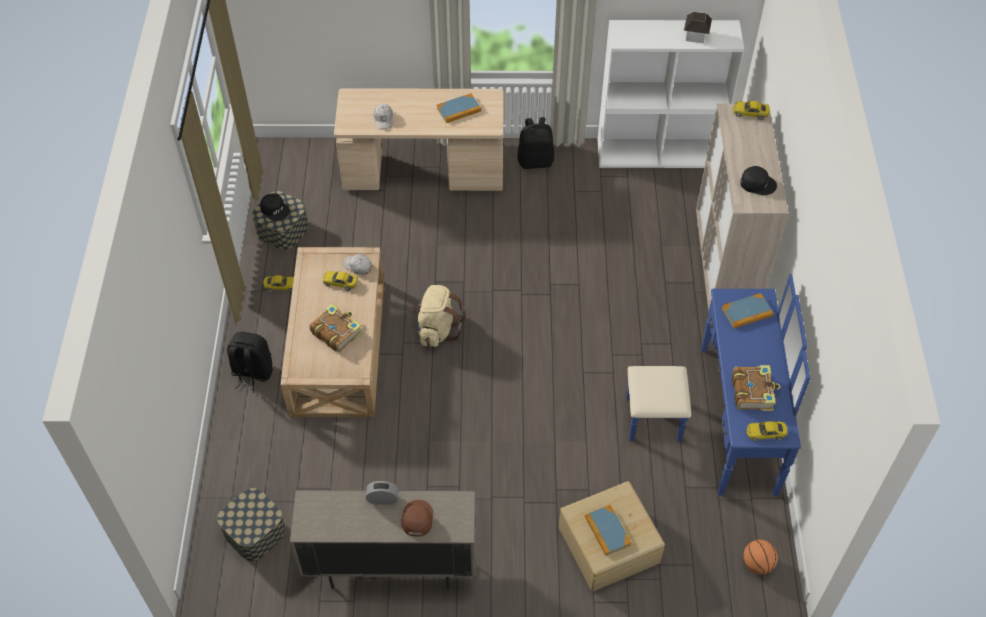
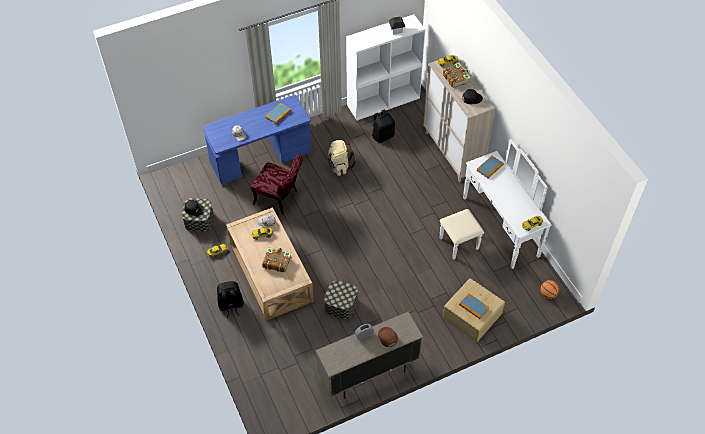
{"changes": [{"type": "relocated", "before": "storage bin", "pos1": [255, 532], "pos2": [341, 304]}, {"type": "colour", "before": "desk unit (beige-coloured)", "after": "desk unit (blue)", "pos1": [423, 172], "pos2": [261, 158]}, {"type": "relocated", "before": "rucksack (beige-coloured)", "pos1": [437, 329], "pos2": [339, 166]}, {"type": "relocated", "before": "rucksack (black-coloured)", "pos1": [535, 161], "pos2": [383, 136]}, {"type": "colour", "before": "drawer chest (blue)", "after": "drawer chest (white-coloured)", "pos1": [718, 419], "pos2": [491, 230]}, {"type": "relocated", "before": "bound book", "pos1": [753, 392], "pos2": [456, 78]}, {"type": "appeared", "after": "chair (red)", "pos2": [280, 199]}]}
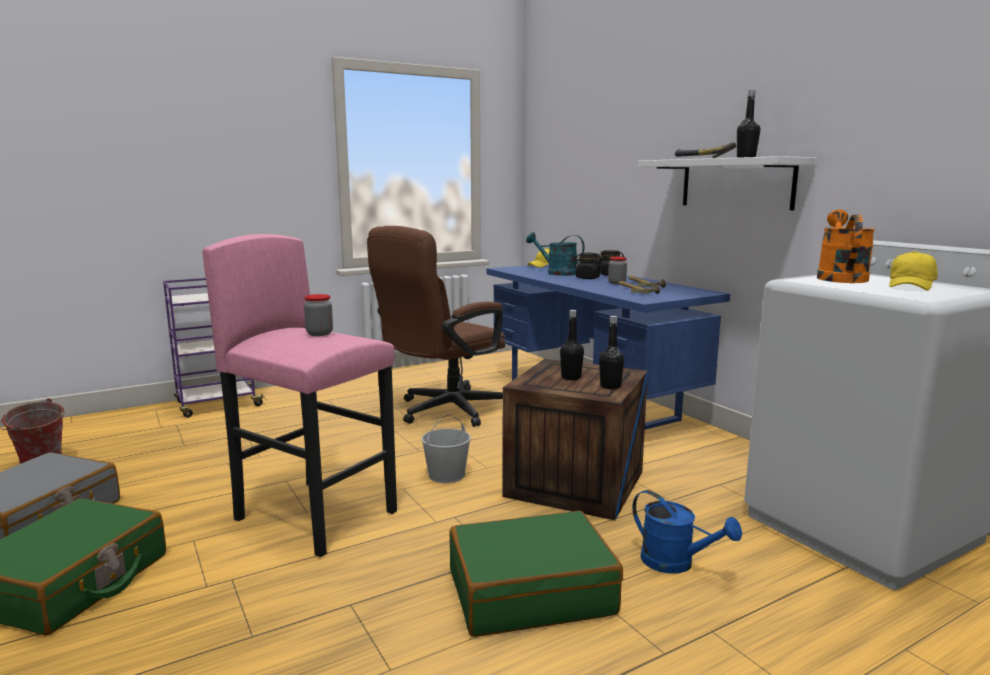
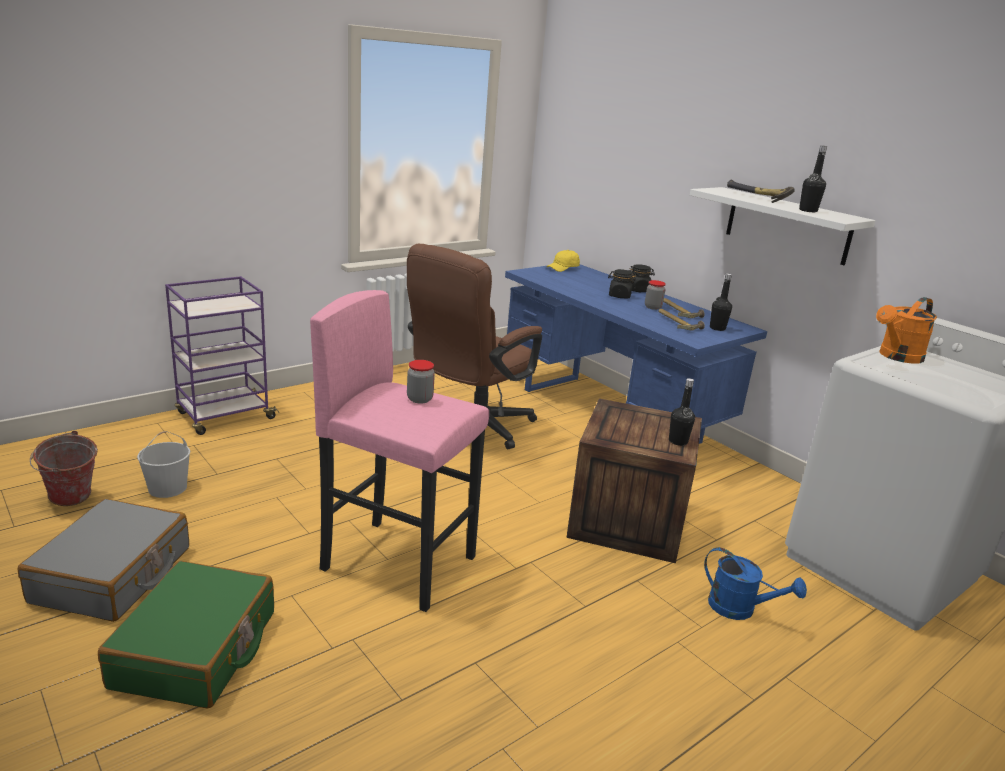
{"changes": [{"type": "relocated", "before": "pail (white-coloured)", "pos1": [447, 474], "pos2": [168, 487]}, {"type": "missing", "before": "suitcase (green-coloured)", "pos1": [530, 591]}, {"type": "missing", "before": "sprinkling can (turquoise)", "pos1": [556, 273]}, {"type": "relocated", "before": "beverage bottle (black-coloured)", "pos1": [571, 377], "pos2": [717, 328]}, {"type": "spun", "before": "sprinkling can (orangey)", "pos1": [839, 277], "pos2": [897, 357], "turn": -135}, {"type": "missing", "before": "cap (yellow-coloured)", "pos1": [911, 285]}]}
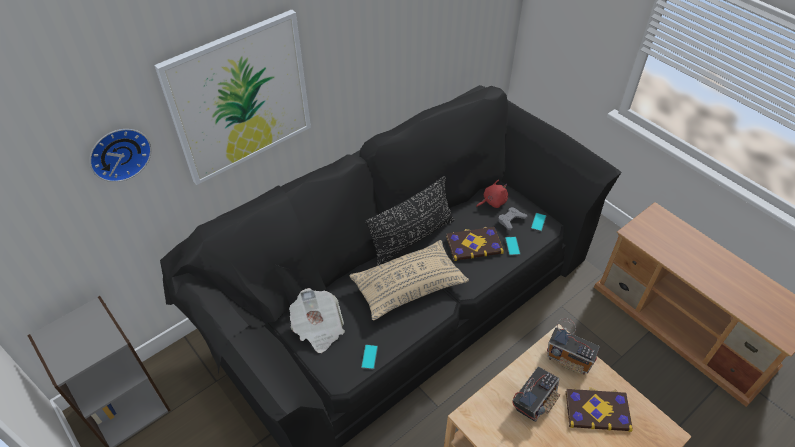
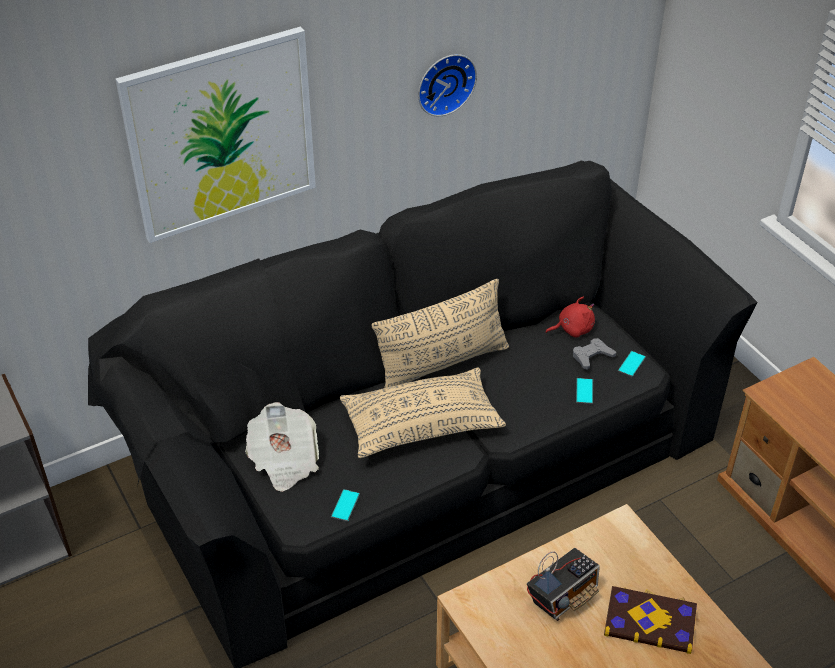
{"changes": [{"type": "relocated", "before": "hanging clock", "pos1": [119, 153], "pos2": [444, 82]}, {"type": "colour", "before": "pillow (black-coloured)", "after": "pillow (beige-coloured)", "pos1": [412, 238], "pos2": [442, 364]}, {"type": "missing", "before": "bound book", "pos1": [474, 244]}, {"type": "missing", "before": "radio receiver", "pos1": [569, 359]}]}
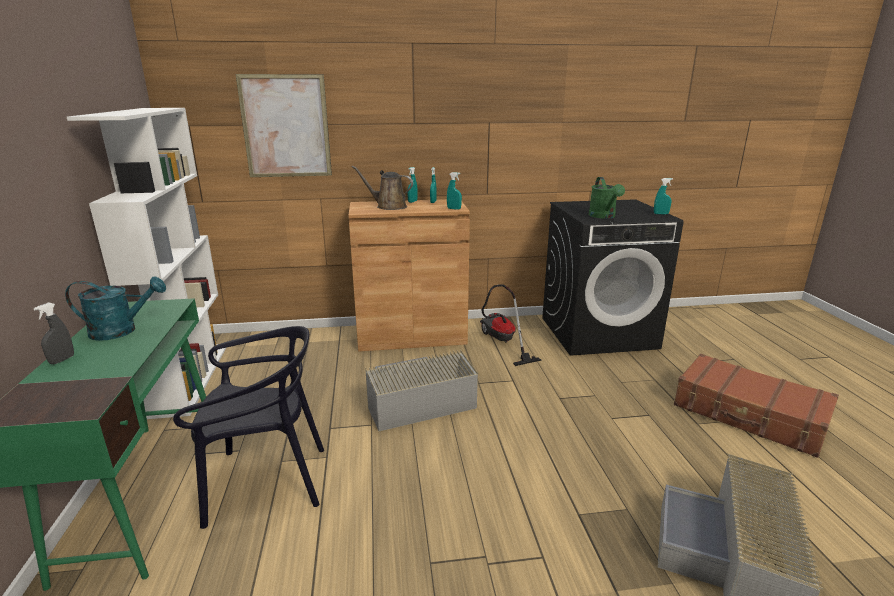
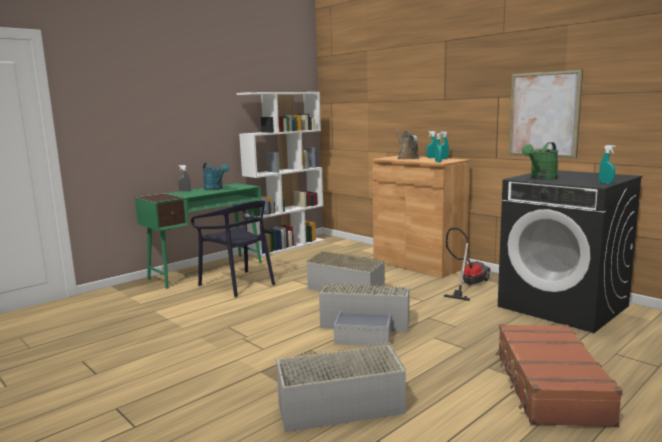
{"changes": [{"type": "relocated", "before": "wall art", "pos1": [286, 126], "pos2": [543, 114]}, {"type": "appeared", "after": "storage bin (greyish)", "pos2": [366, 327]}]}
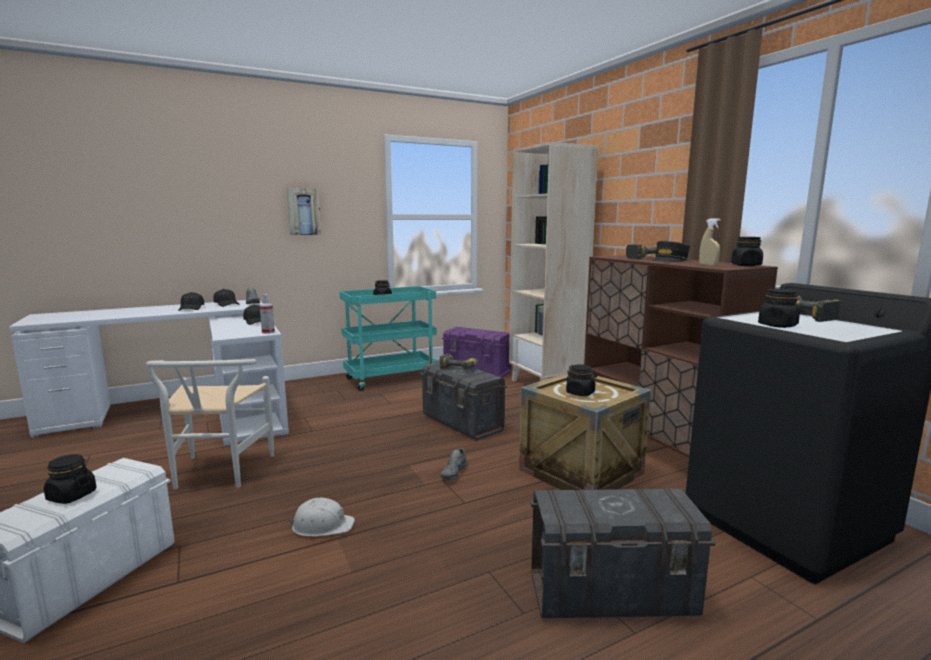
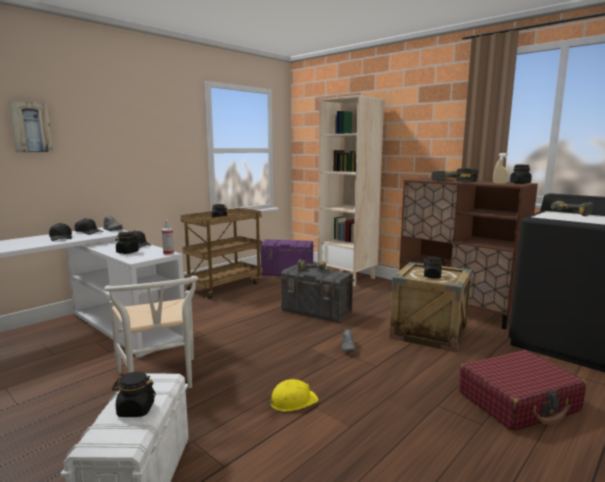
{"changes": [{"type": "relocated", "before": "wall art", "pos1": [304, 212], "pos2": [31, 127]}, {"type": "colour", "before": "work helmet (white-coloured)", "after": "work helmet (yellow-coloured)", "pos1": [322, 525], "pos2": [292, 401]}, {"type": "colour", "before": "trolley (turquoise)", "after": "trolley (brownish)", "pos1": [390, 378], "pos2": [225, 286]}, {"type": "exchanged", "before": "storage bin (greyish)", "after": "suitcase (red)", "pos1": [612, 595], "pos2": [518, 402]}, {"type": "relocated", "before": "preserve jar (black-coloured)", "pos1": [777, 325], "pos2": [127, 252]}]}
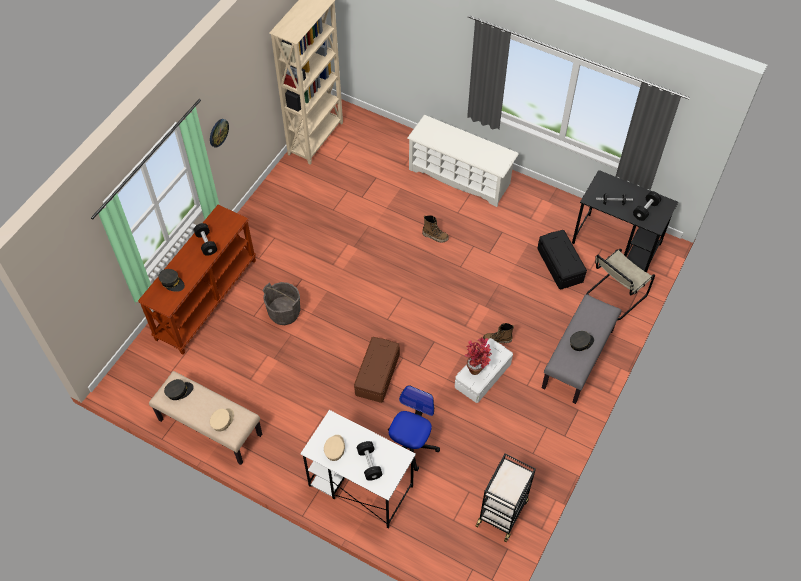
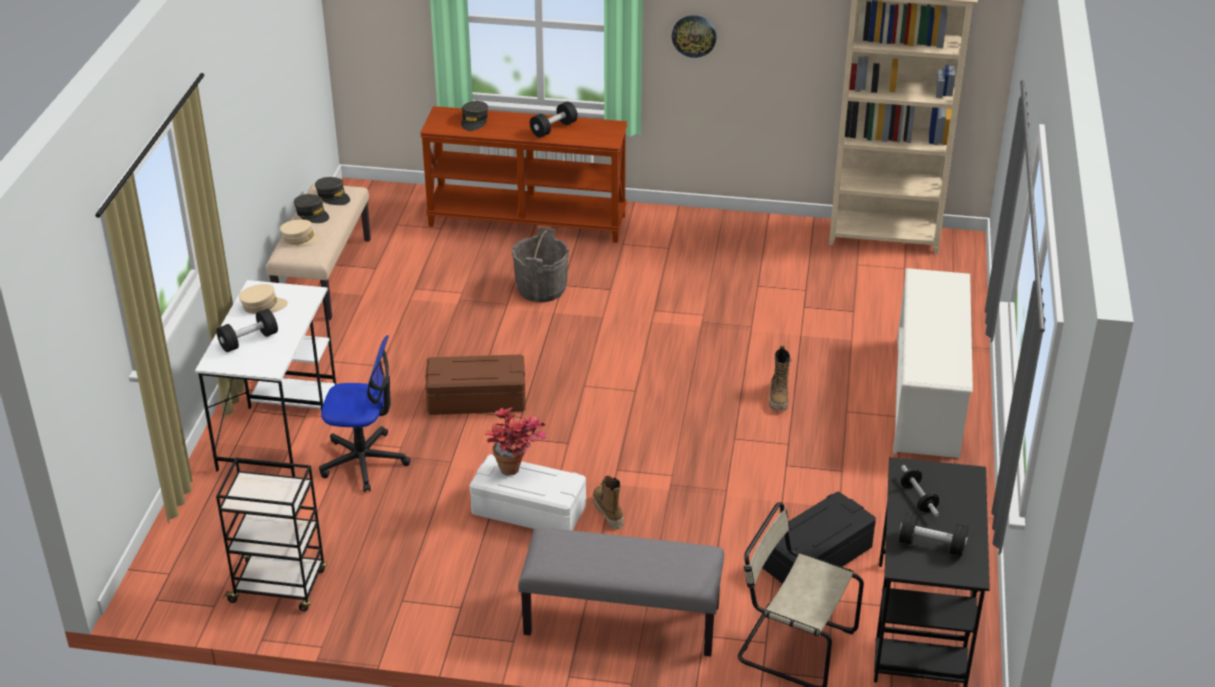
{"changes": [{"type": "relocated", "before": "cap (greyish)", "pos1": [581, 343], "pos2": [312, 214]}]}
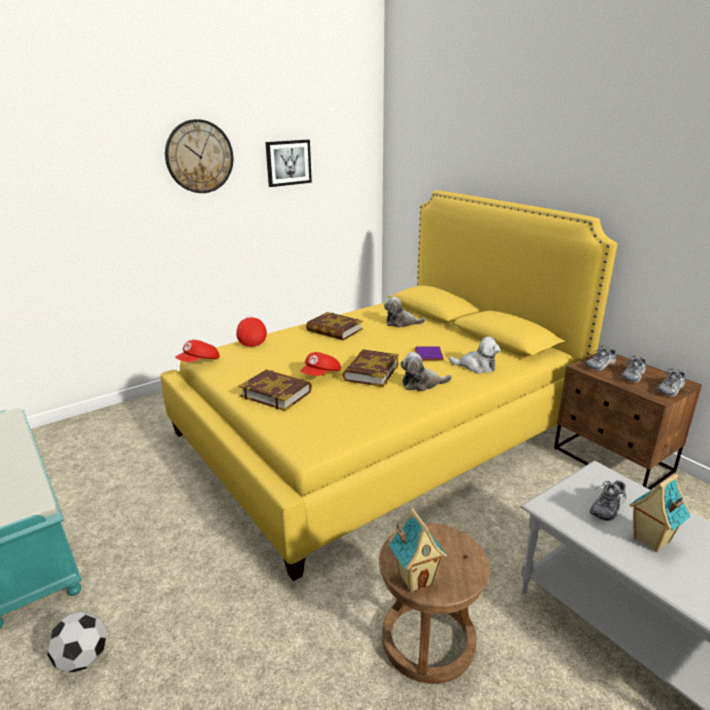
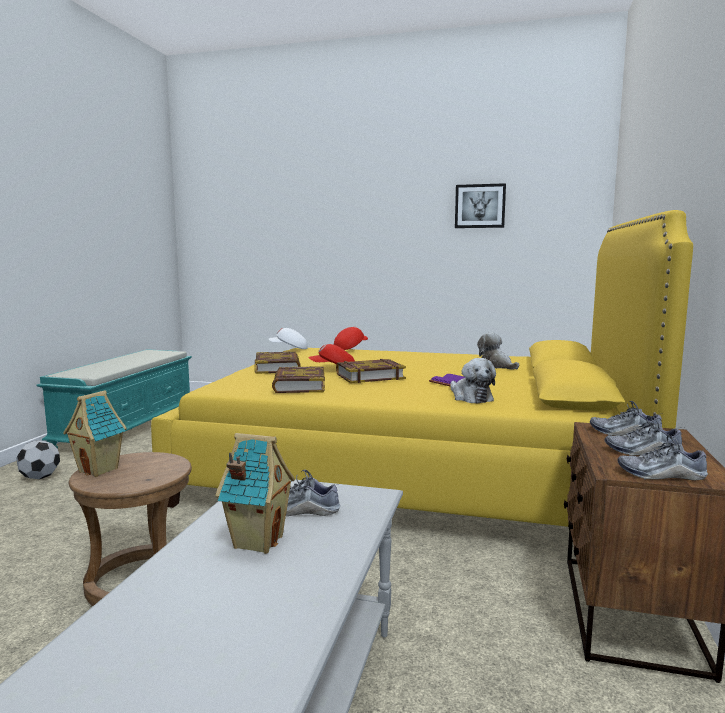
{"changes": [{"type": "missing", "before": "hanging clock", "pos1": [199, 156]}, {"type": "colour", "before": "cap (red)", "after": "cap (white-coloured)", "pos1": [199, 362], "pos2": [289, 348]}, {"type": "relocated", "before": "bound book", "pos1": [334, 330], "pos2": [298, 385]}, {"type": "missing", "before": "cuddly toy", "pos1": [422, 384]}]}
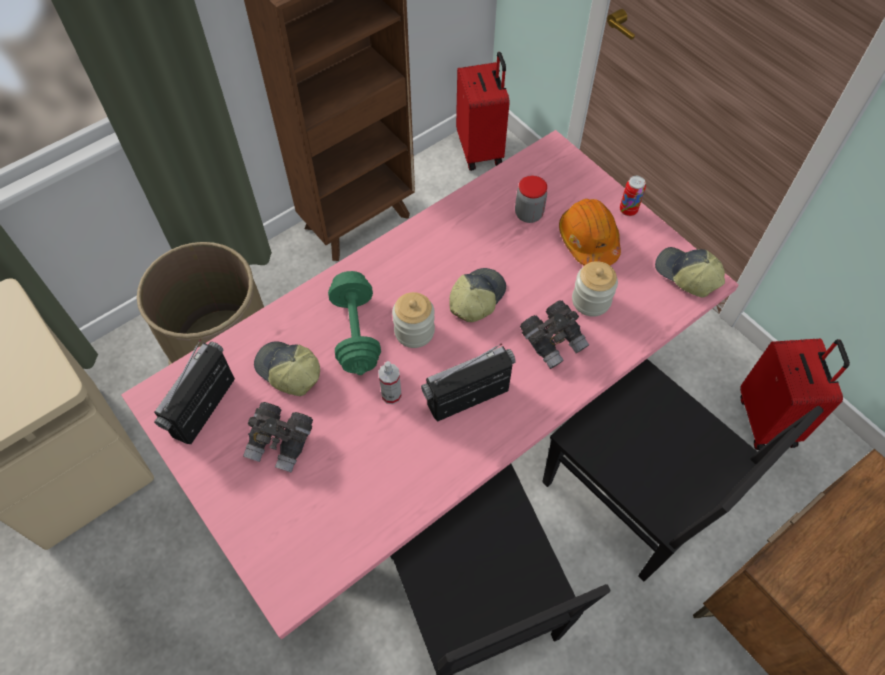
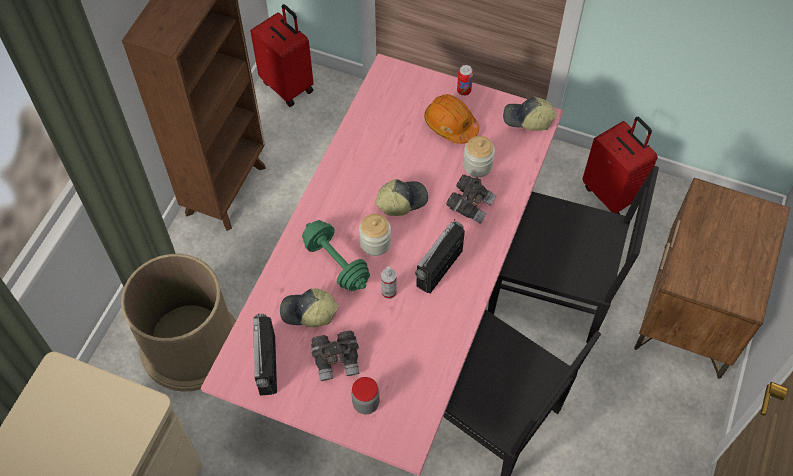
{"changes": [{"type": "spun", "before": "cap", "pos1": [476, 298], "pos2": [401, 200], "turn": 60}, {"type": "relocated", "before": "preserve jar", "pos1": [528, 214], "pos2": [366, 403]}]}
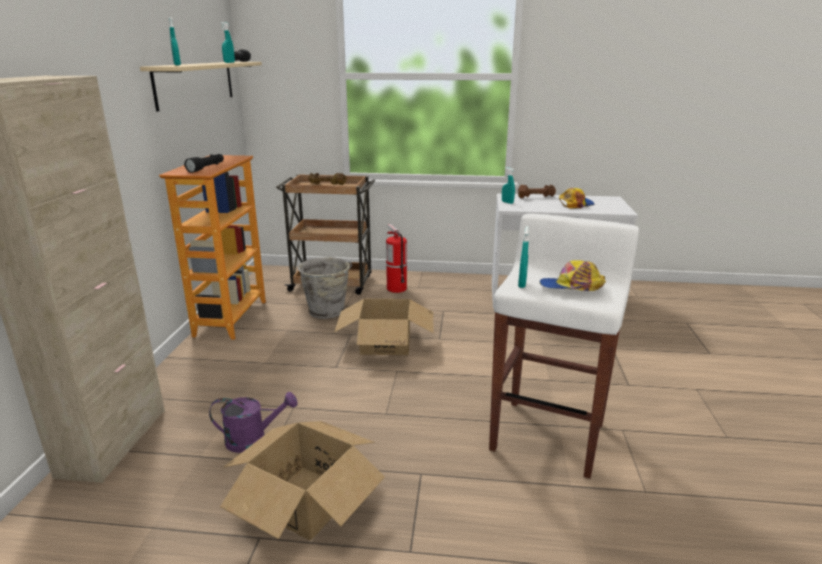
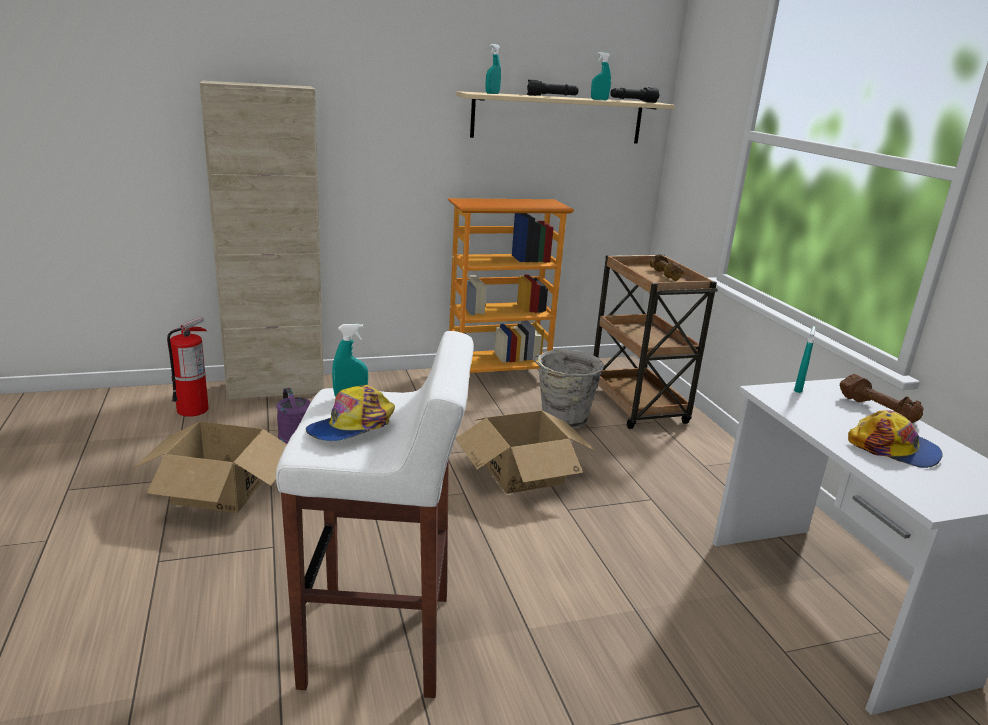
{"changes": [{"type": "relocated", "before": "hand torch (black-coloured)", "pos1": [207, 168], "pos2": [552, 96]}, {"type": "relocated", "before": "fire extinguisher", "pos1": [396, 288], "pos2": [193, 409]}, {"type": "spun", "before": "cap", "pos1": [571, 287], "pos2": [352, 427], "turn": -120}]}
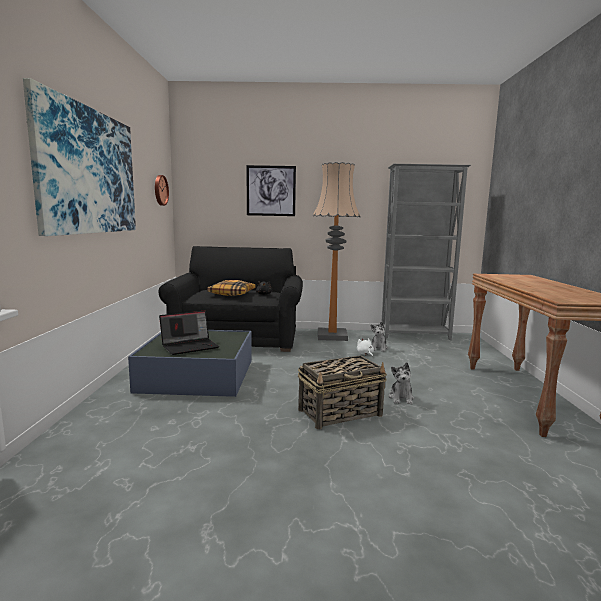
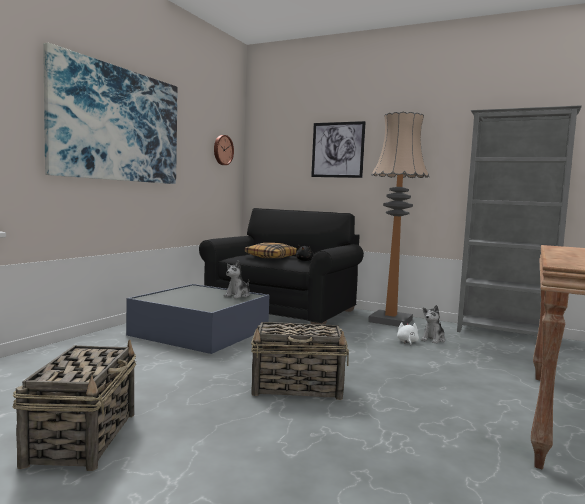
{"changes": [{"type": "missing", "before": "laptop", "pos1": [190, 346]}, {"type": "relocated", "before": "cuddly toy", "pos1": [401, 398], "pos2": [237, 295]}, {"type": "appeared", "after": "household basket", "pos2": [83, 437]}]}
